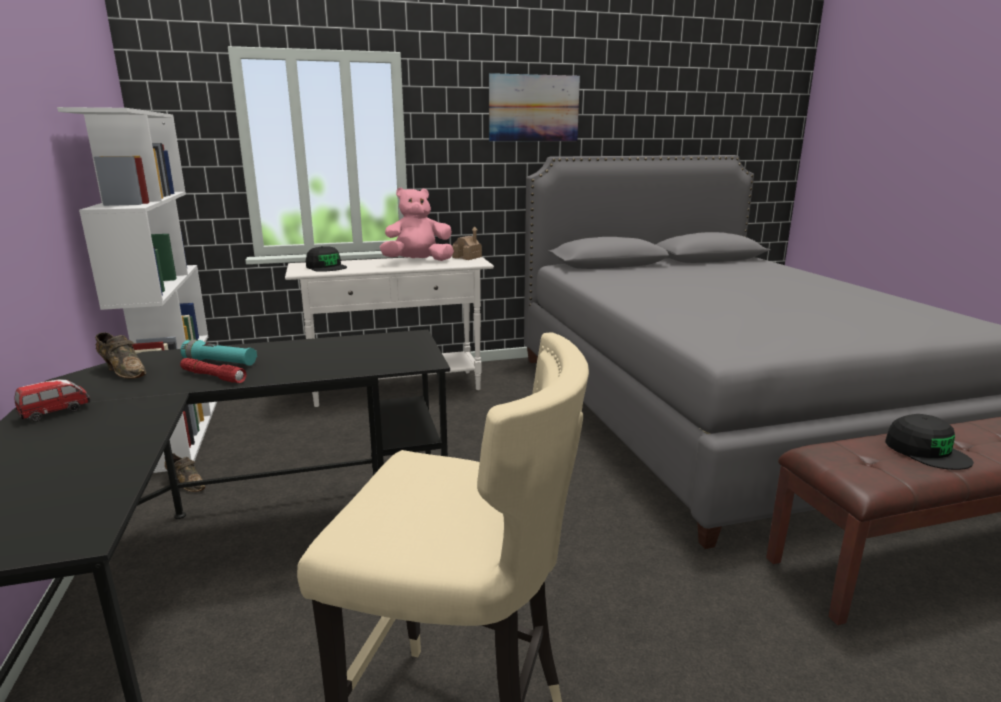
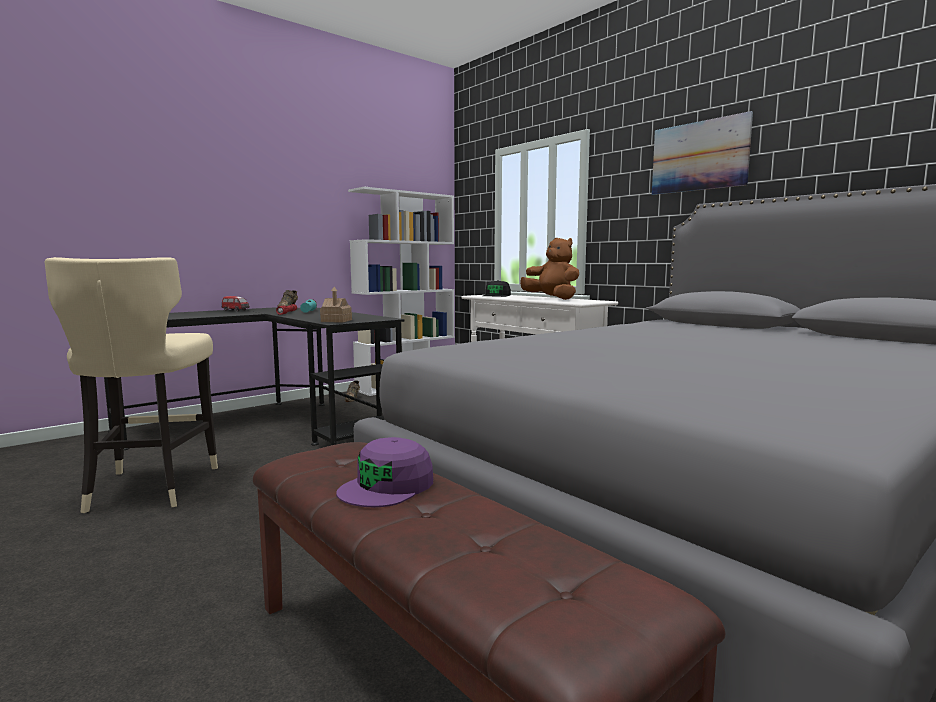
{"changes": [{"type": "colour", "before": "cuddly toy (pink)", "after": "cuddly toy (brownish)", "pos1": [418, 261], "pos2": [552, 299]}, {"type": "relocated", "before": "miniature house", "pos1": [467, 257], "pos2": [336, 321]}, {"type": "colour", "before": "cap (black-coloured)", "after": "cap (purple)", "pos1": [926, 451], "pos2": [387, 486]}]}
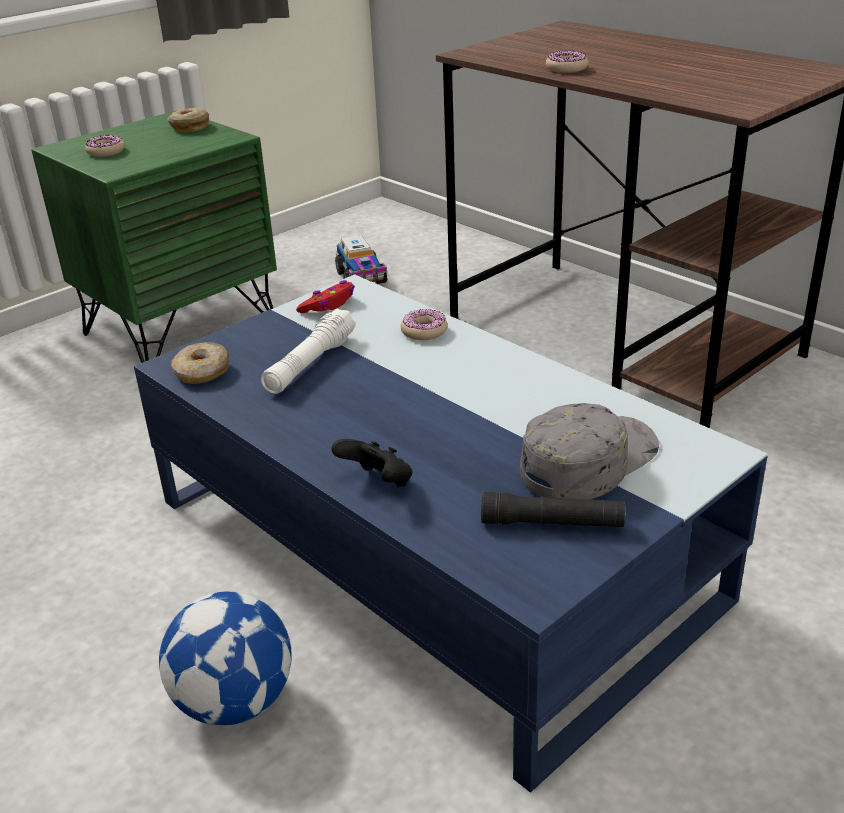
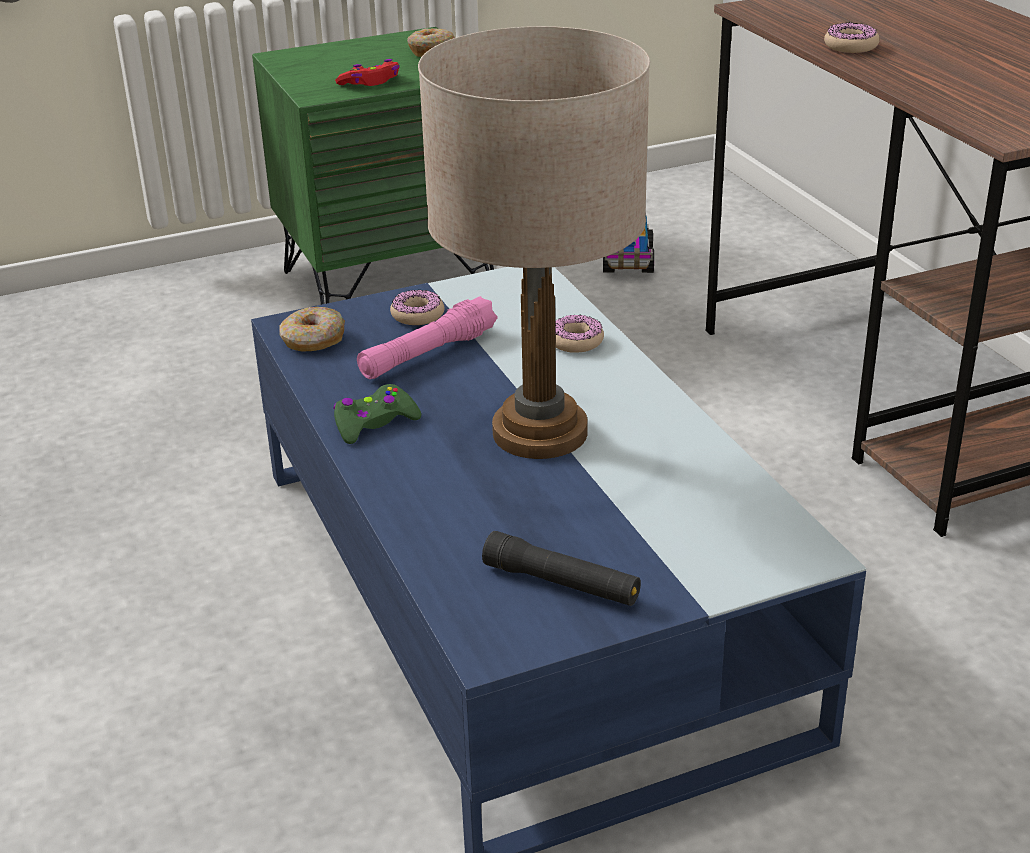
{"changes": [{"type": "relocated", "before": "donut", "pos1": [106, 152], "pos2": [417, 315]}, {"type": "missing", "before": "football ball", "pos1": [234, 702]}, {"type": "colour", "before": "hand torch (white-coloured)", "after": "hand torch (pink)", "pos1": [310, 364], "pos2": [428, 354]}, {"type": "relocated", "before": "game controller (red)", "pos1": [328, 305], "pos2": [371, 82]}, {"type": "missing", "before": "game controller (black-coloured)", "pos1": [378, 483]}, {"type": "missing", "before": "cap (greyish)", "pos1": [587, 460]}, {"type": "appeared", "after": "game controller (green-coloured)", "pos2": [374, 423]}, {"type": "appeared", "after": "tabletop lamp (beige-coloured)", "pos2": [539, 432]}]}
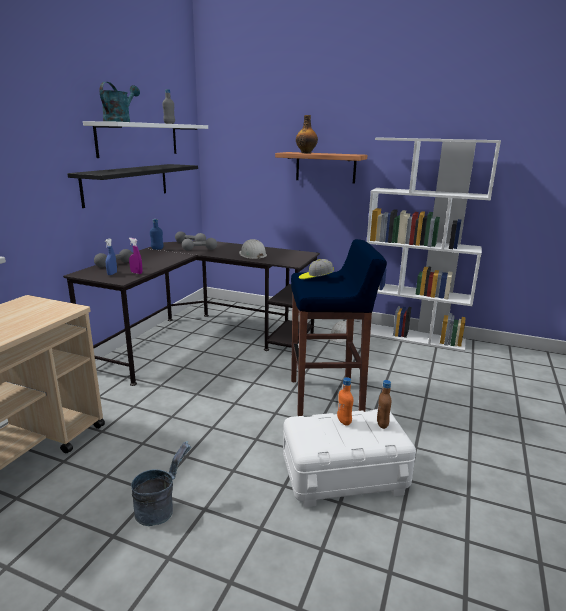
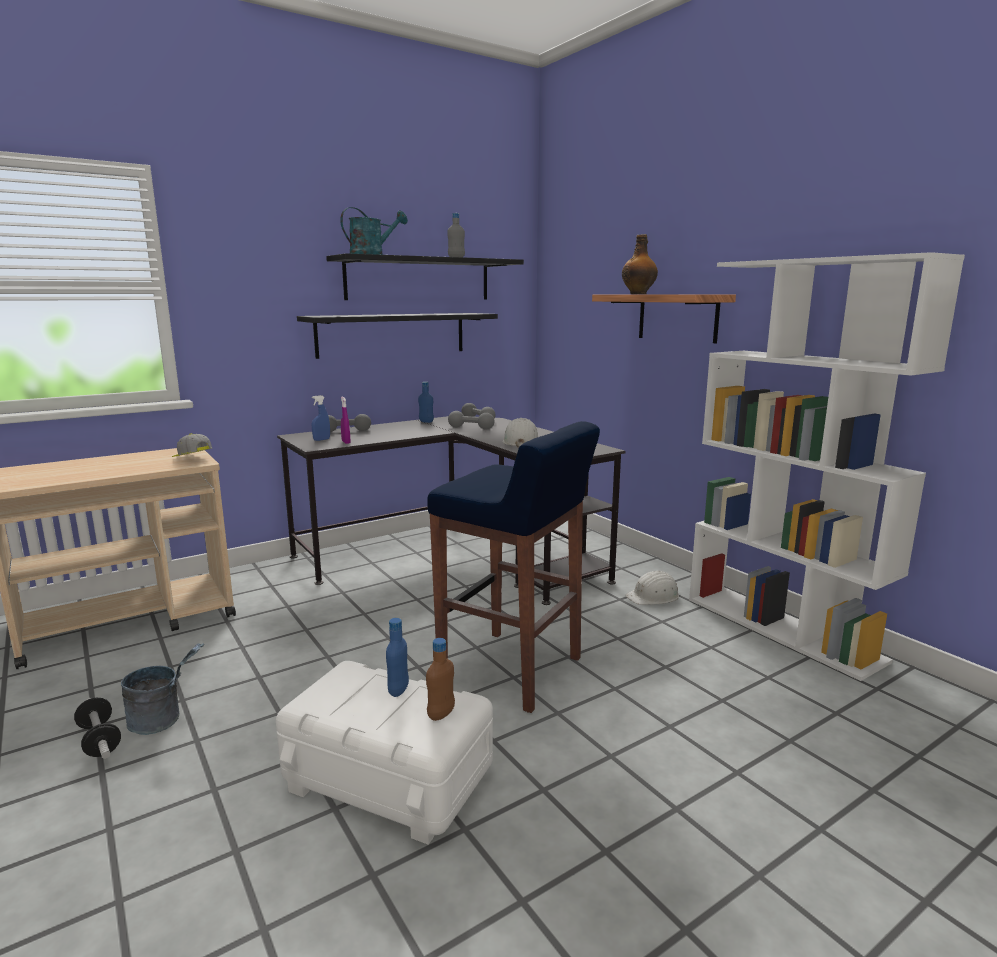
{"changes": [{"type": "colour", "before": "wall shelf (white-coloured)", "after": "wall shelf (black-coloured)", "pos1": [139, 139], "pos2": [419, 279]}, {"type": "relocated", "before": "cap", "pos1": [316, 278], "pos2": [192, 458]}, {"type": "colour", "before": "beverage bottle (orangey)", "after": "beverage bottle (blue)", "pos1": [344, 421], "pos2": [398, 690]}, {"type": "appeared", "after": "dumbbell", "pos2": [99, 740]}]}
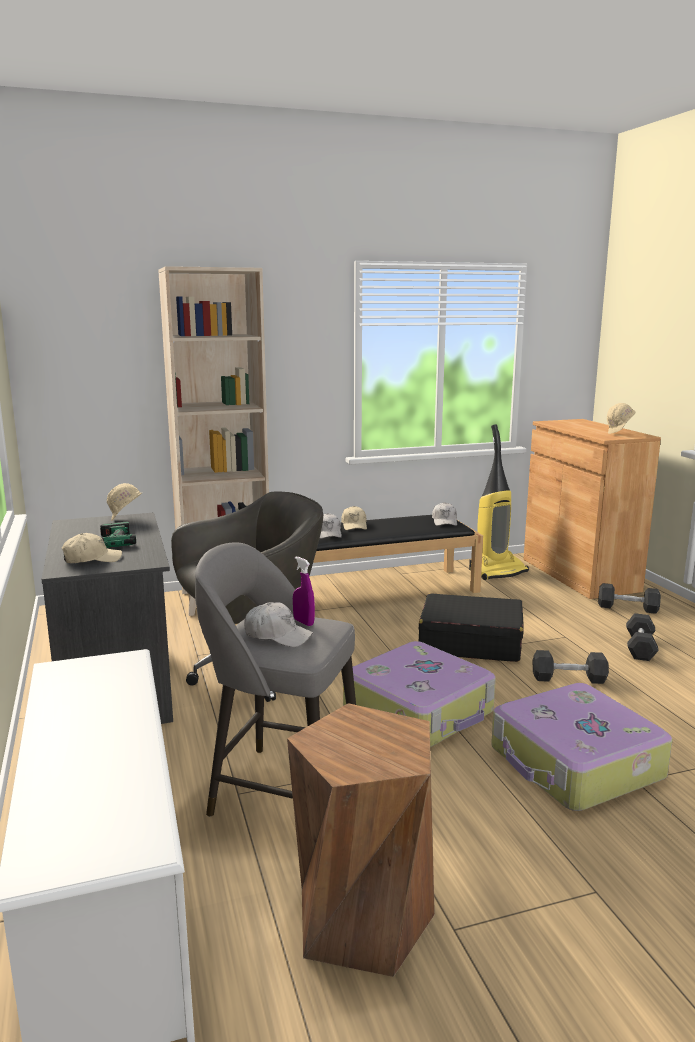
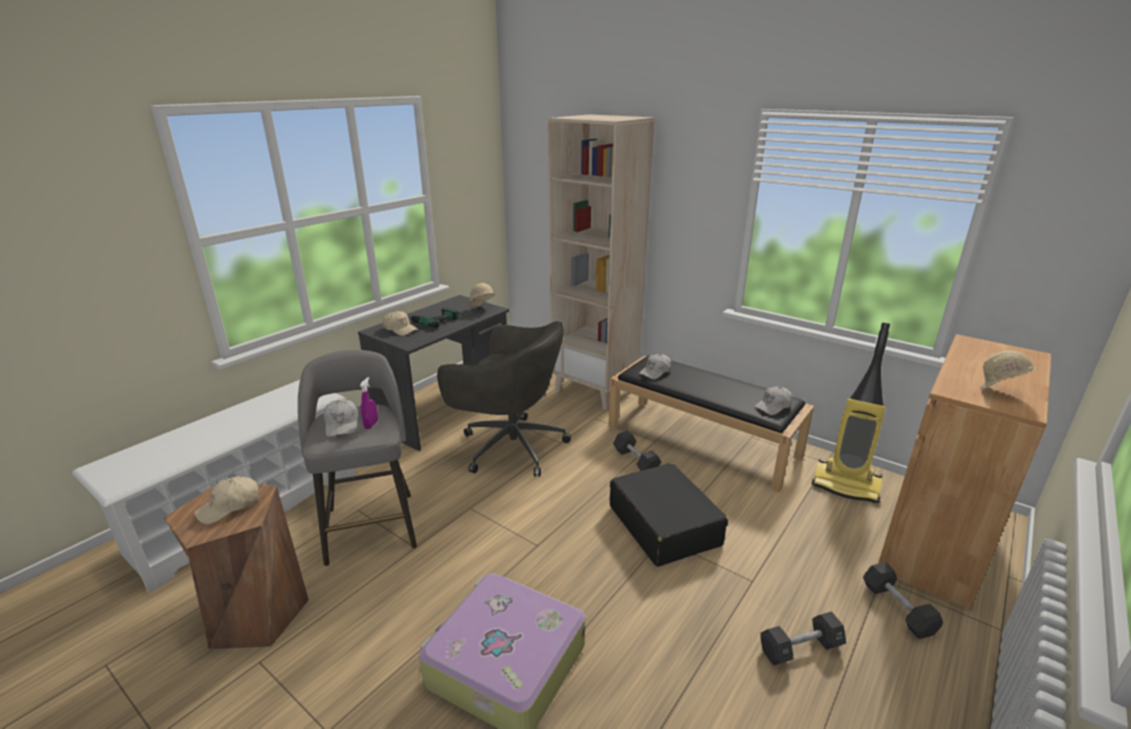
{"changes": [{"type": "relocated", "before": "cap (beige-coloured)", "pos1": [354, 525], "pos2": [230, 506]}, {"type": "missing", "before": "suitcase", "pos1": [420, 711]}, {"type": "relocated", "before": "dumbbell (black-coloured)", "pos1": [568, 678], "pos2": [636, 461]}]}
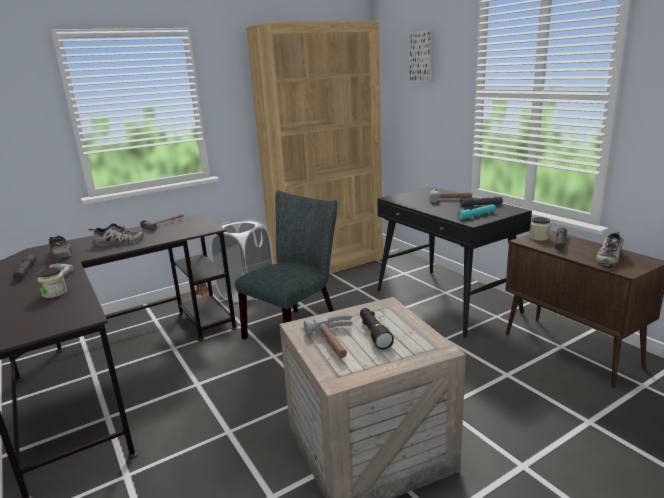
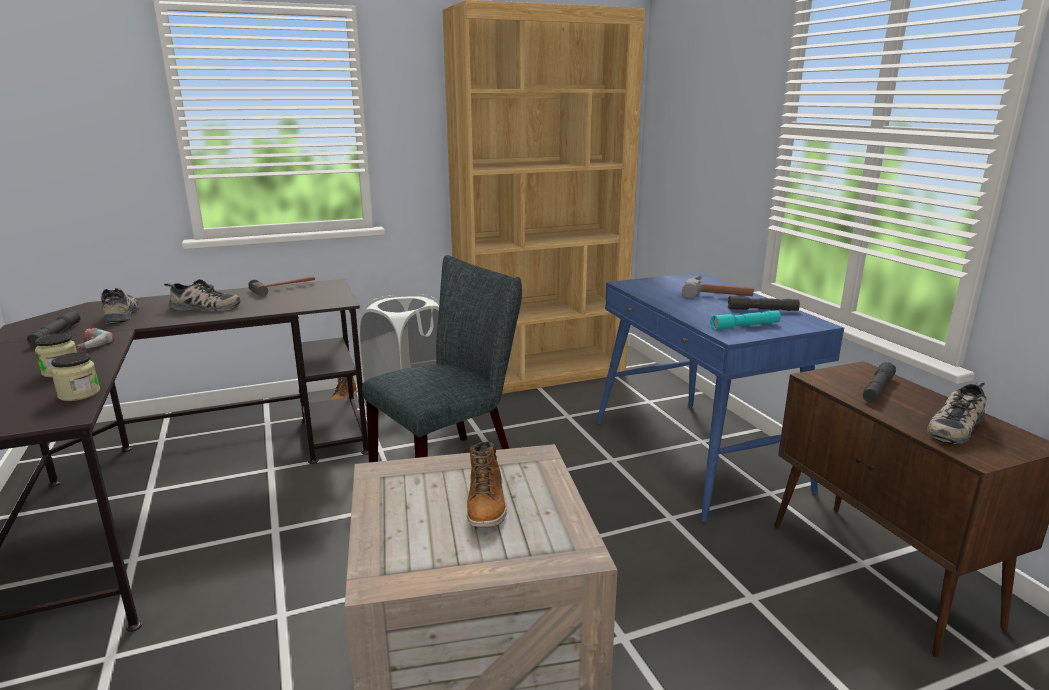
{"changes": [{"type": "missing", "before": "hand hammer", "pos1": [338, 342]}, {"type": "exchanged", "before": "hand torch (black-coloured)", "after": "tall boot", "pos1": [374, 333], "pos2": [486, 504]}, {"type": "colour", "before": "desk unit (black-coloured)", "after": "desk unit (blue)", "pos1": [446, 301], "pos2": [697, 456]}, {"type": "missing", "before": "wall art", "pos1": [423, 57]}, {"type": "relocated", "before": "preserve jar", "pos1": [539, 238], "pos2": [79, 394]}]}
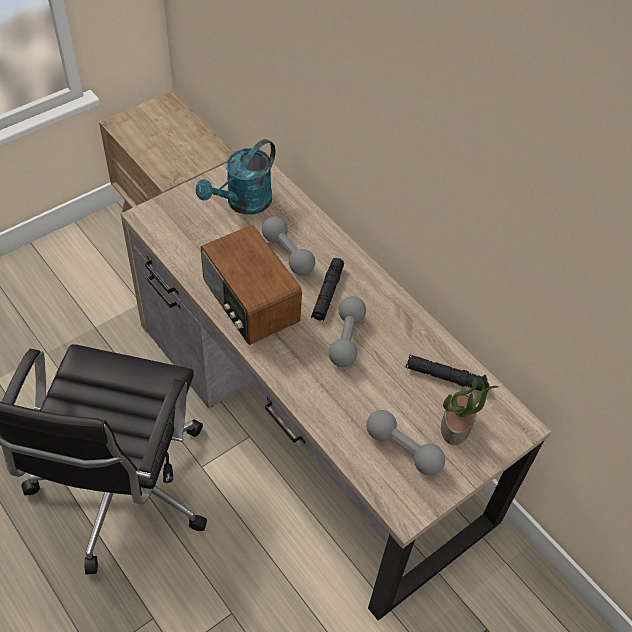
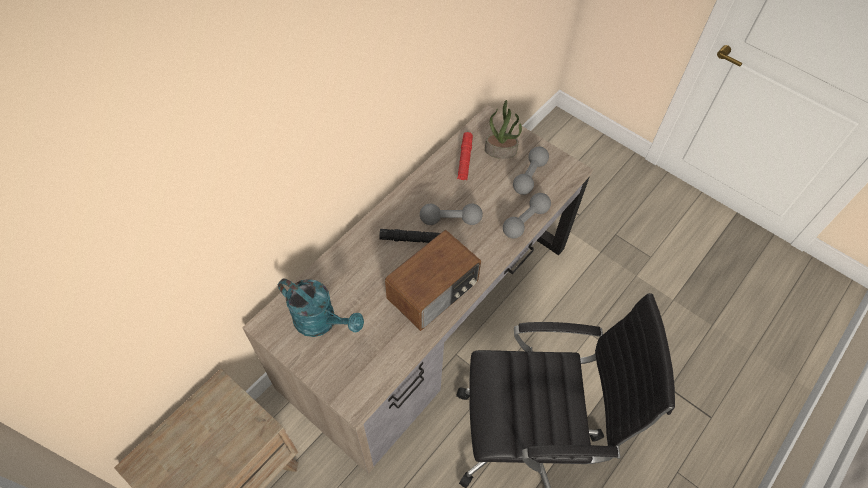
{"changes": [{"type": "relocated", "before": "dumbbell (greyish)", "pos1": [287, 254], "pos2": [525, 221]}, {"type": "colour", "before": "hand torch (black-coloured)", "after": "hand torch (red)", "pos1": [444, 377], "pos2": [464, 160]}]}
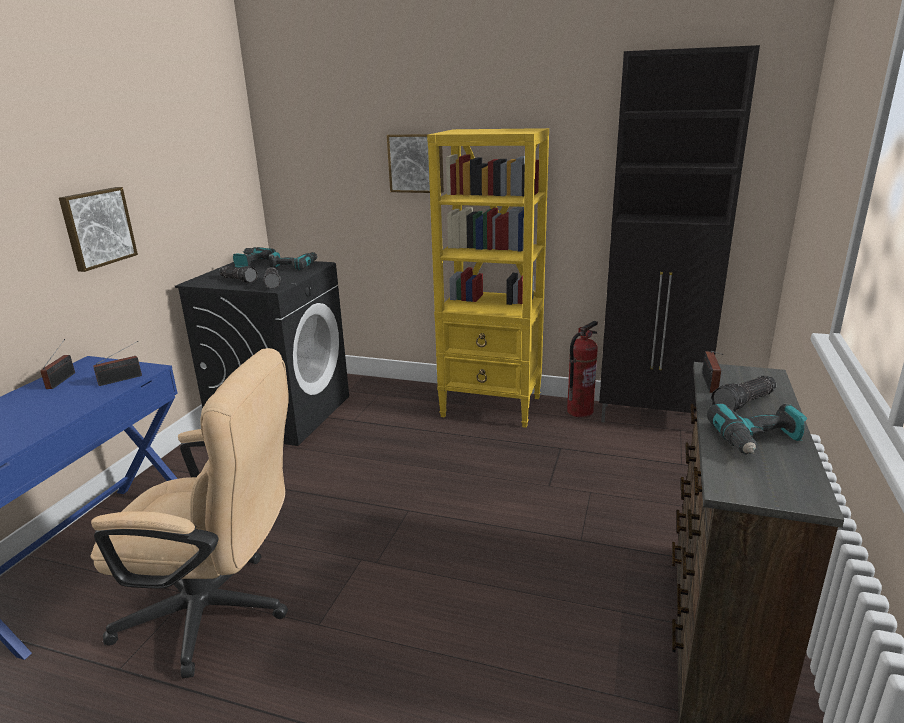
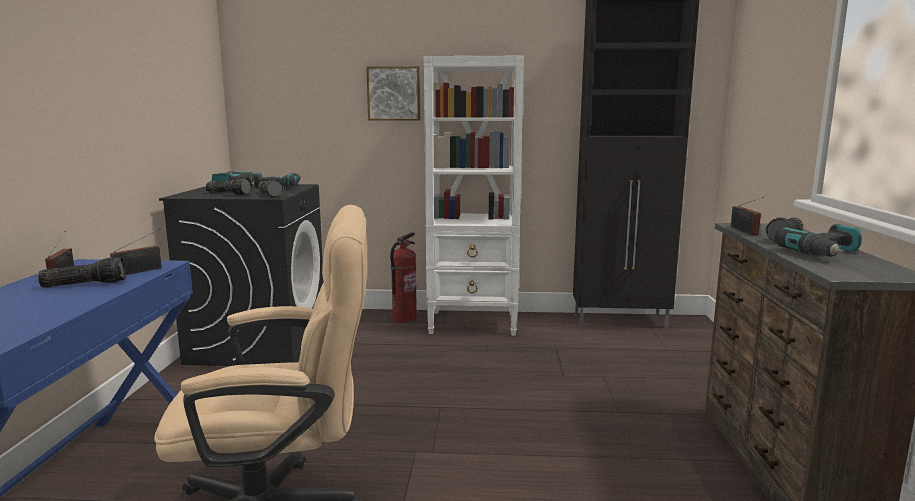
{"changes": [{"type": "missing", "before": "wall art", "pos1": [97, 228]}, {"type": "colour", "before": "bookcase (yellow-coloured)", "after": "bookcase (white-coloured)", "pos1": [492, 407], "pos2": [474, 323]}, {"type": "relocated", "before": "fire extinguisher", "pos1": [580, 411], "pos2": [404, 319]}, {"type": "appeared", "after": "hand torch", "pos2": [86, 284]}]}
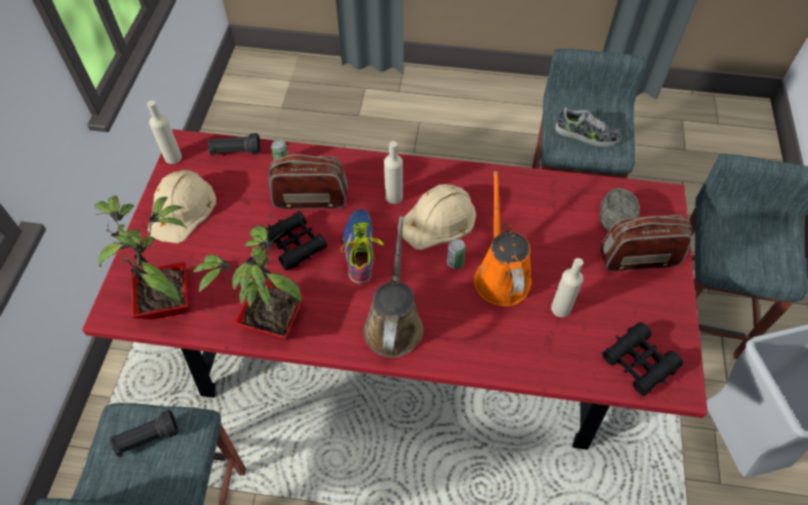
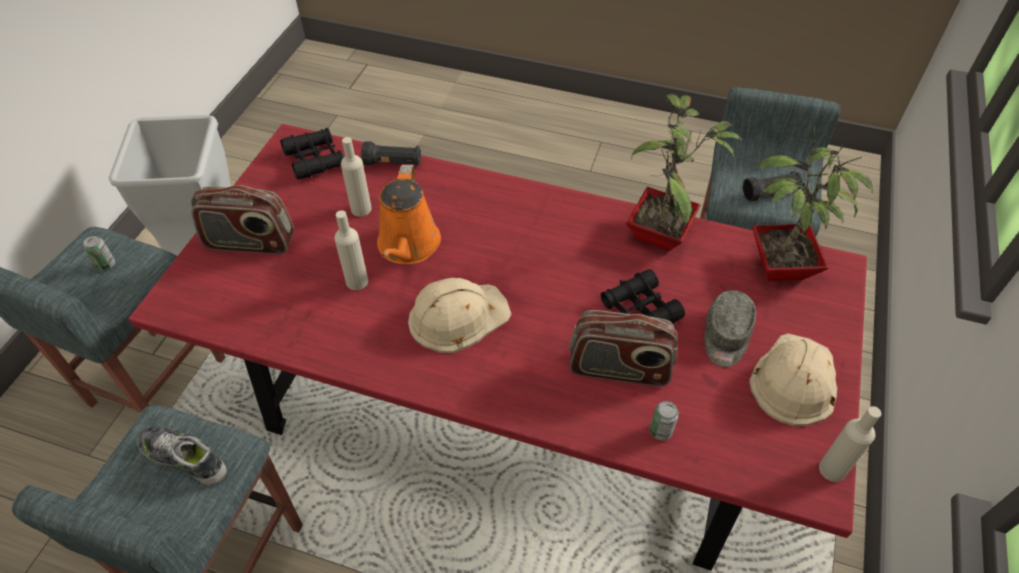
{"changes": [{"type": "relocated", "before": "hand torch (black-coloured)", "pos1": [235, 152], "pos2": [393, 163]}, {"type": "missing", "before": "shoe", "pos1": [359, 250]}, {"type": "missing", "before": "sprinkling can (brownish)", "pos1": [394, 323]}, {"type": "relocated", "before": "beverage bottle (beige-coloured)", "pos1": [394, 197], "pos2": [357, 281]}, {"type": "relocated", "before": "can", "pos1": [455, 263], "pos2": [106, 265]}, {"type": "relocated", "before": "cap (greyish)", "pos1": [616, 214], "pos2": [725, 336]}]}
